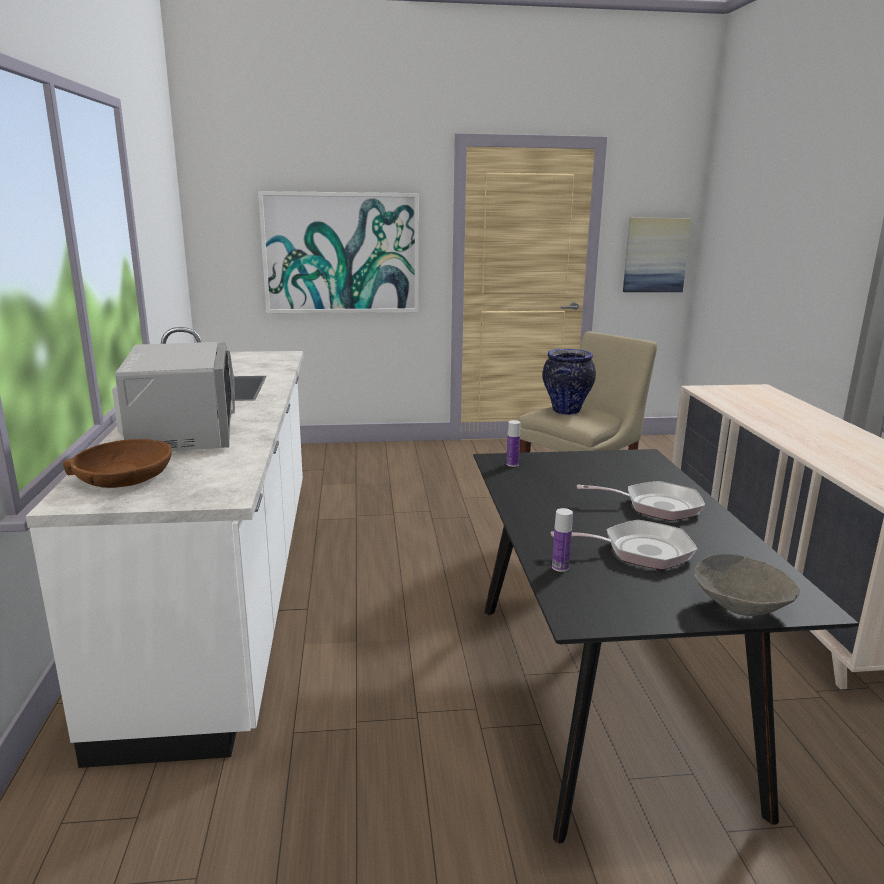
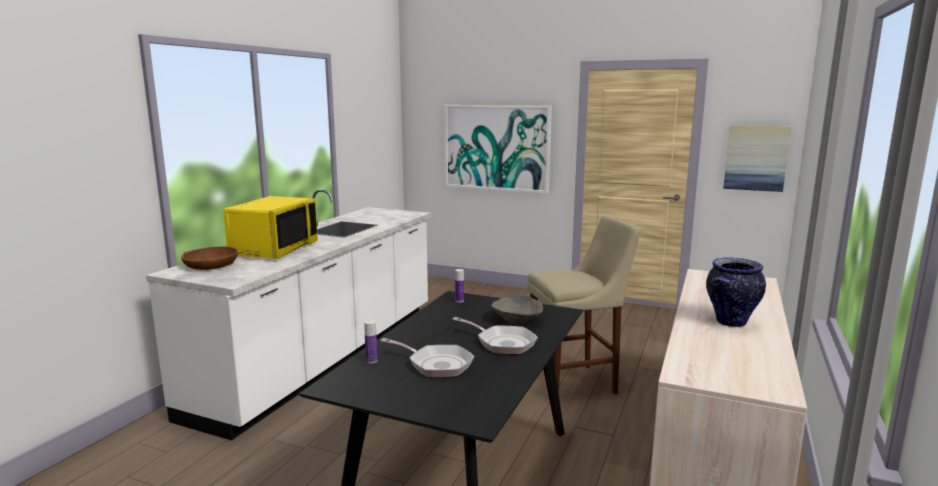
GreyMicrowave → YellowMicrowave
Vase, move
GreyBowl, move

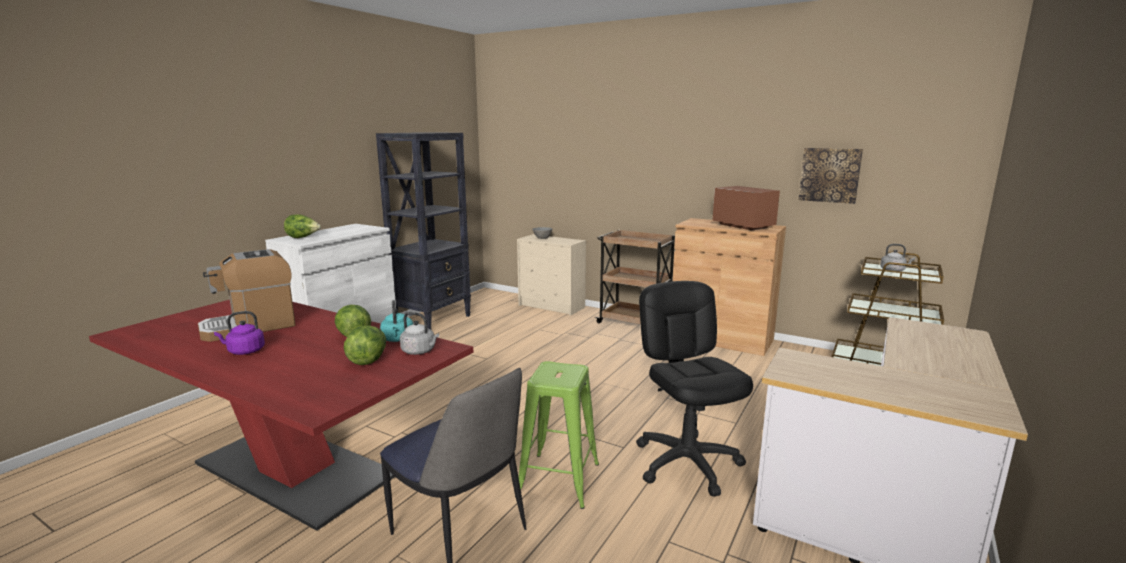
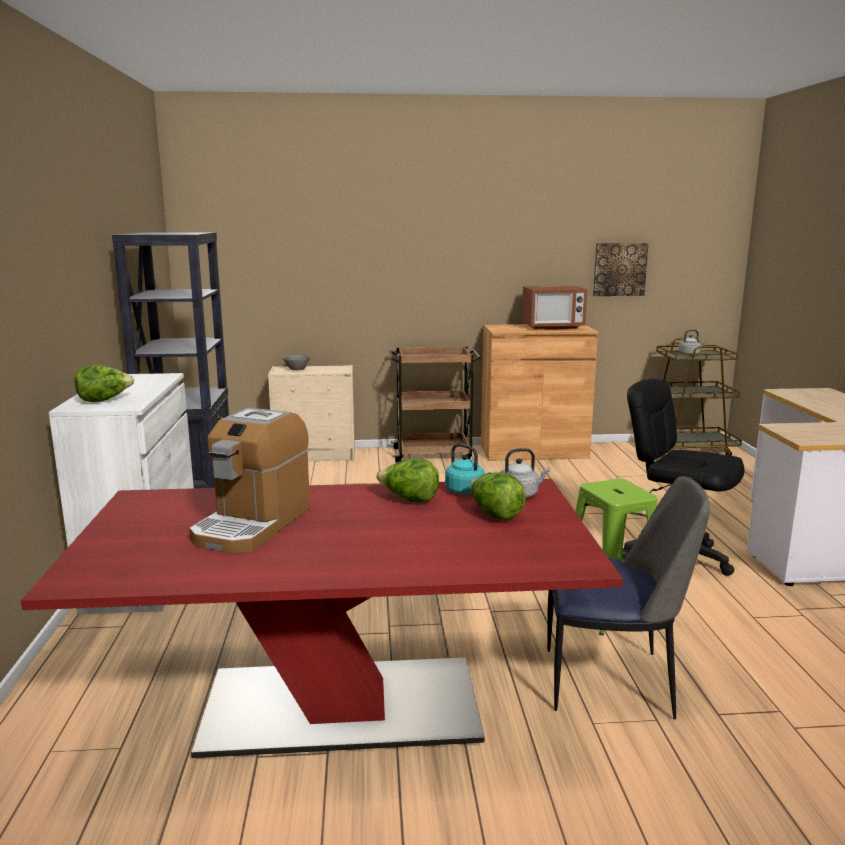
PurpleKettle → -
Microwave, 150 degrees clockwise

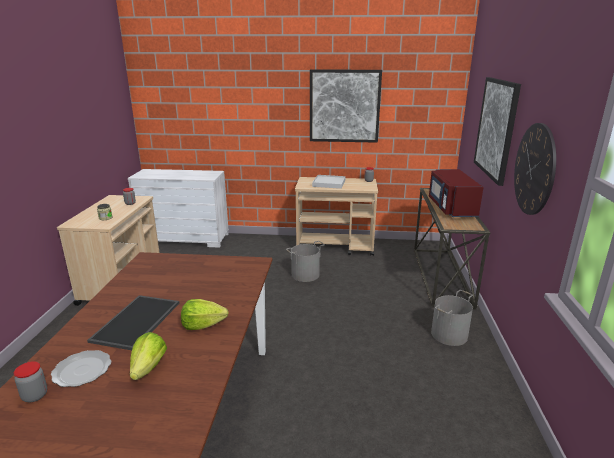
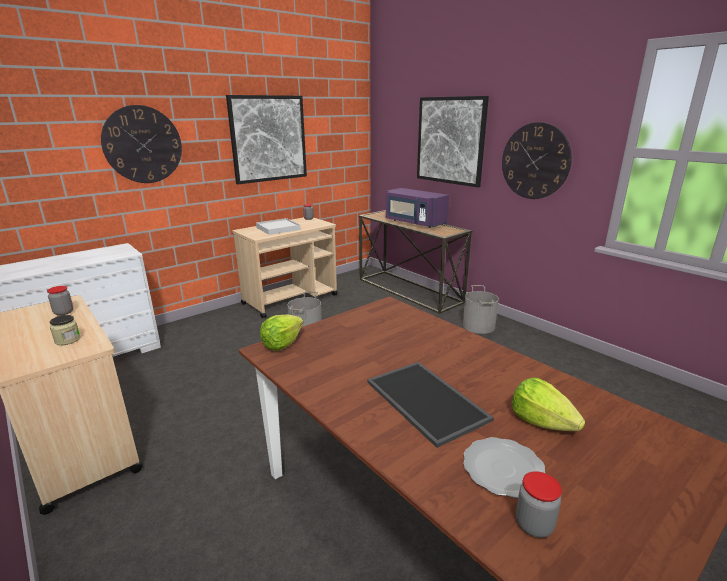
Lettuce (2nd from left in the first image) → Lettuce (1st from left), move
RedMicrowave → PurpleMicrowave
- → WallClock (1st from left)

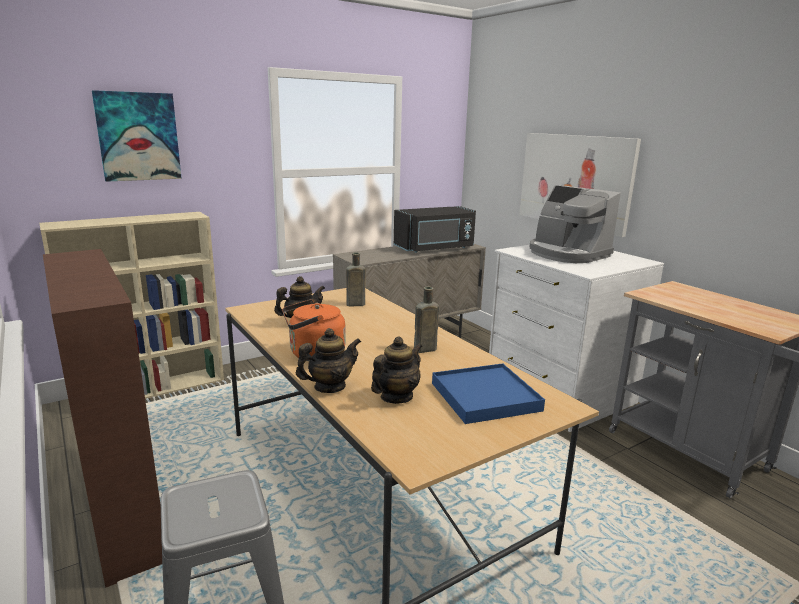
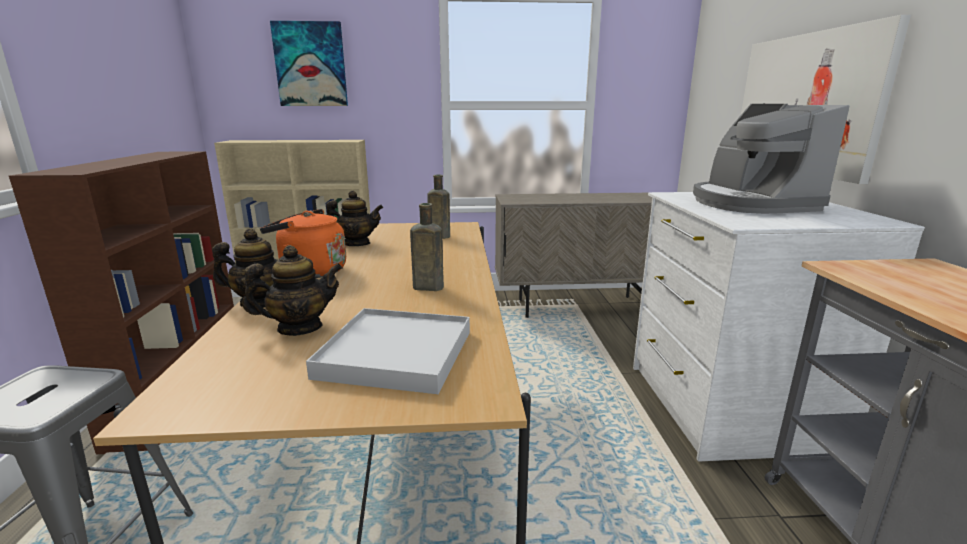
BlackMicrowave → -
BlueTray → WhiteTray

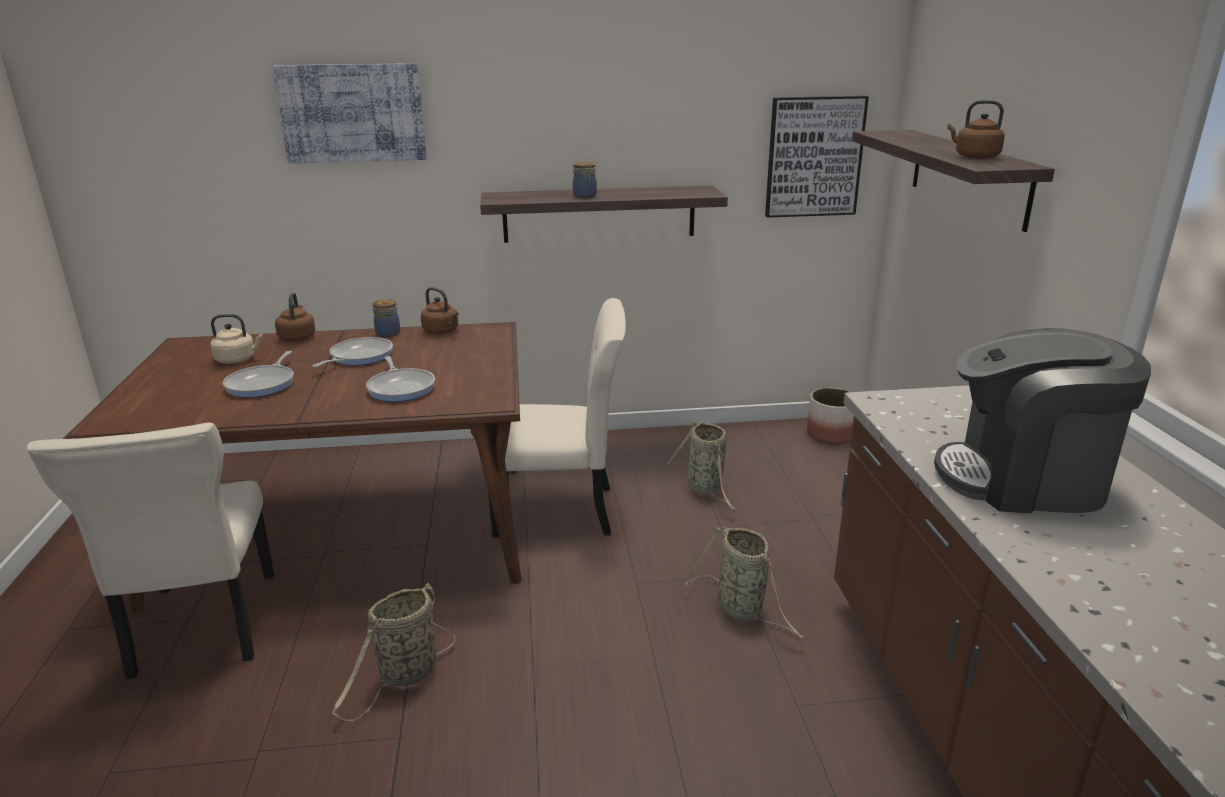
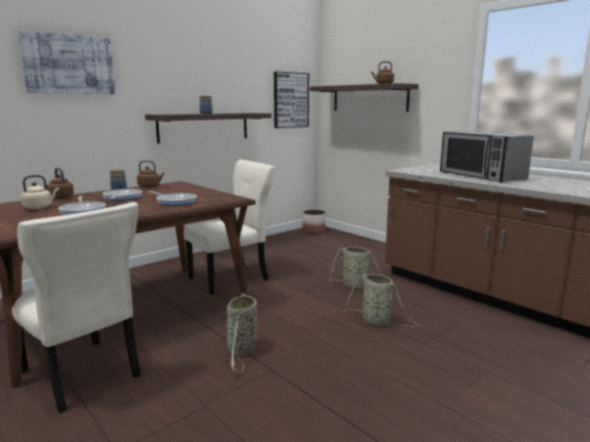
Basket (2nd from left in the first image) → Basket (3rd from left), move
CoffeeMachine → Microwave

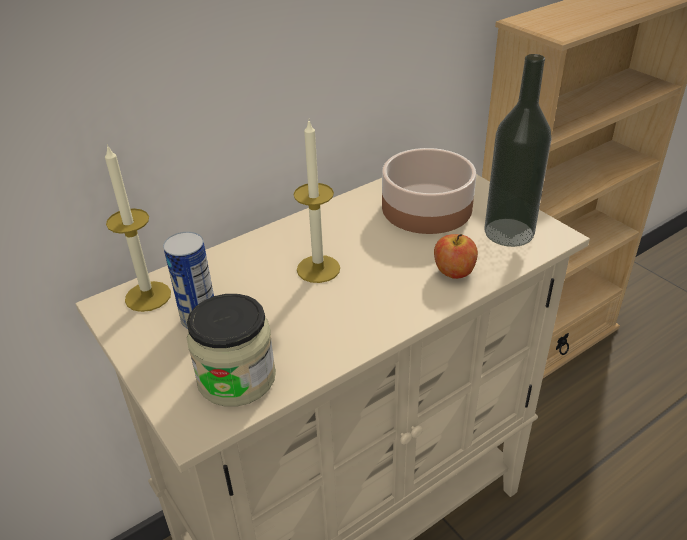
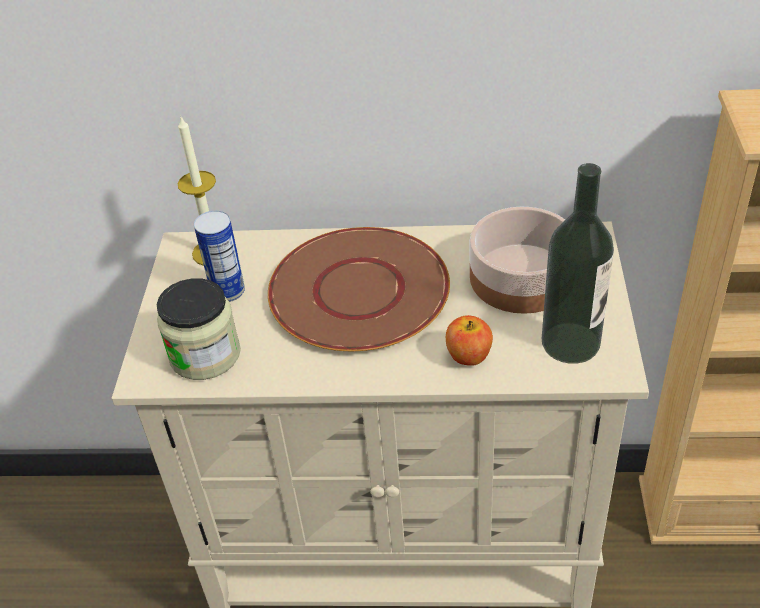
Candle (2nd from left) → BrownPlate

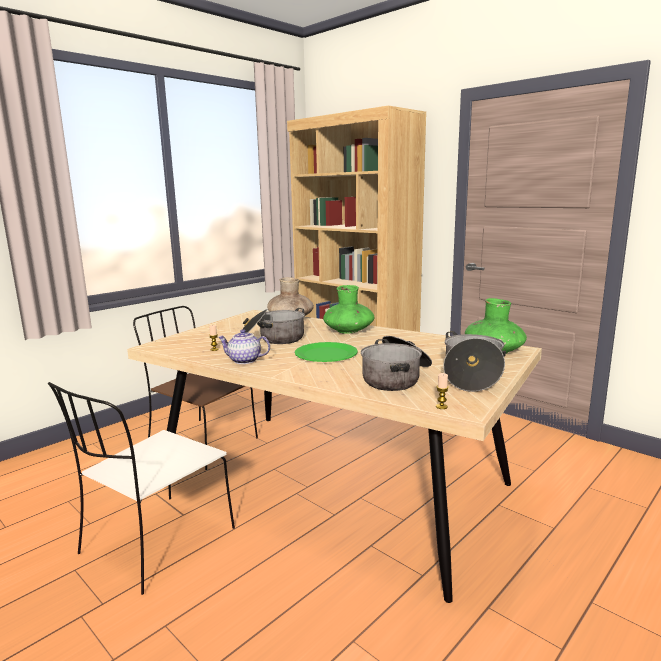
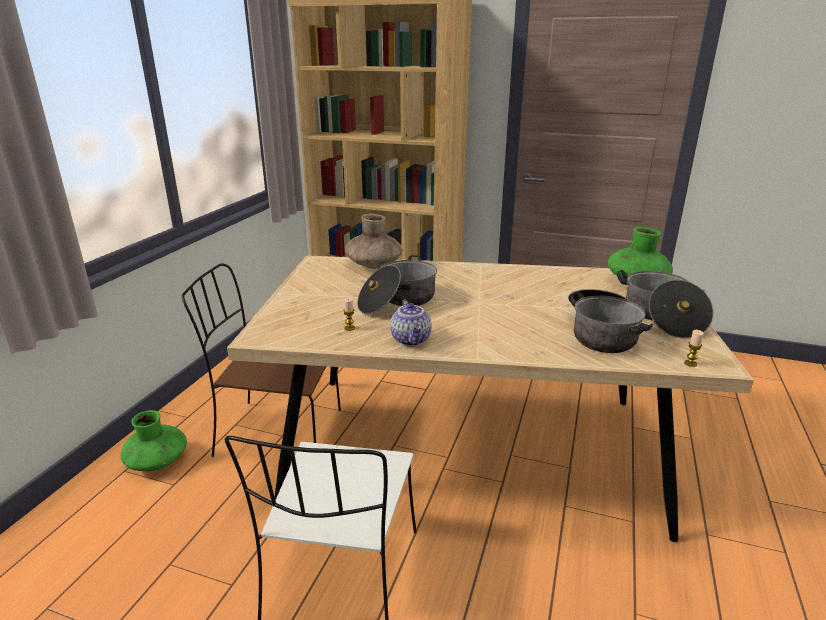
Teapot, 90 degrees counterclockwise
GreenPlate → -
GreenVase (1st from left), move

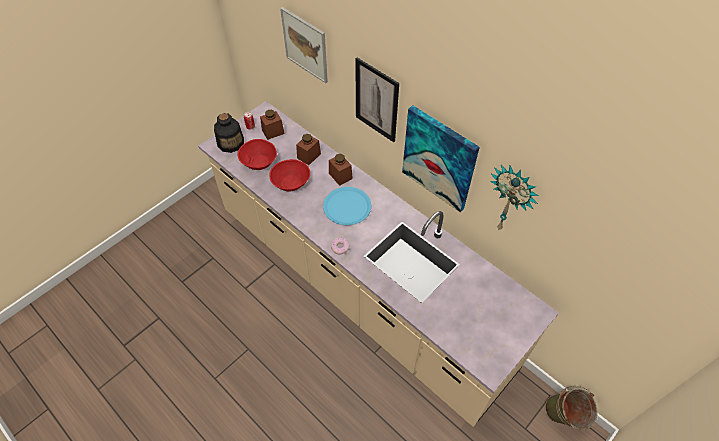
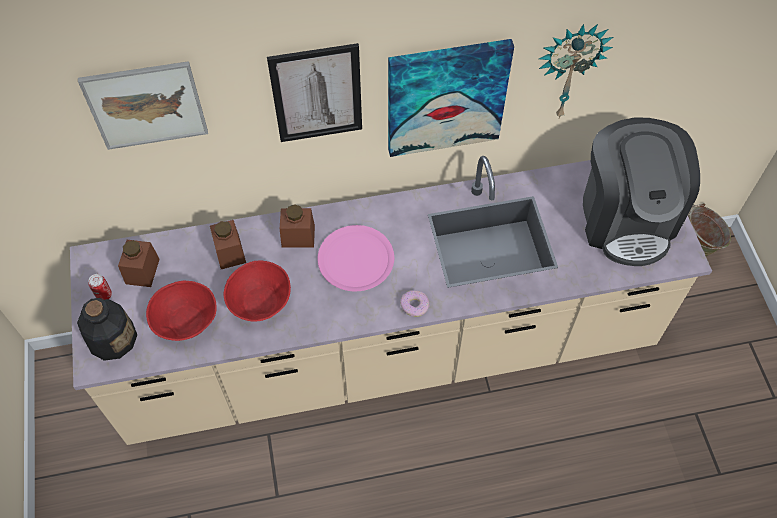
BluePlate → PinkPlate
- → CoffeeMachine

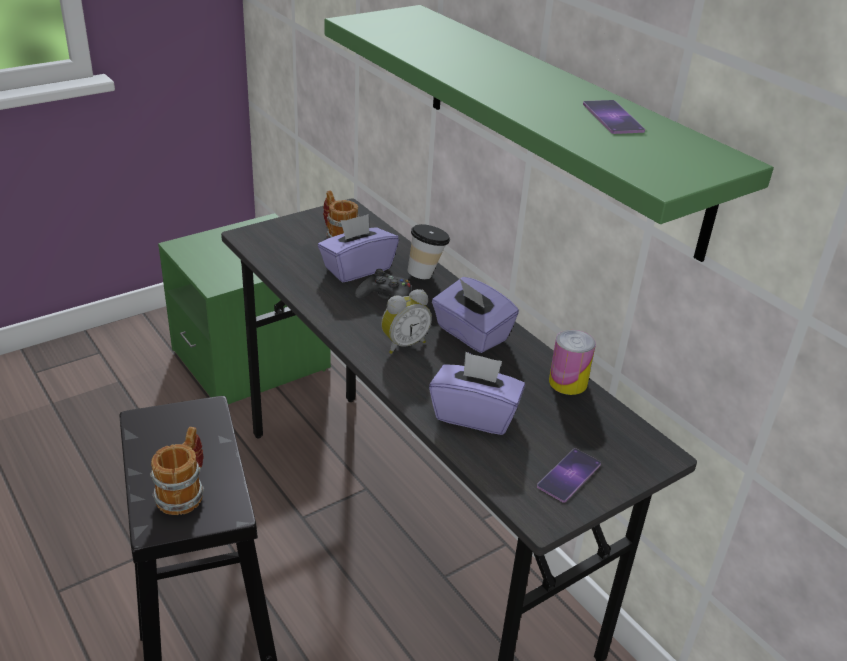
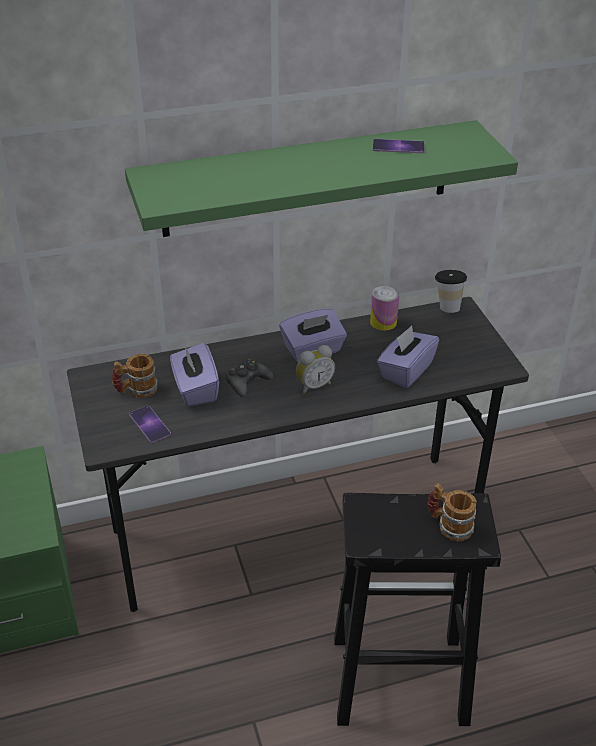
AlarmClock, 75 degrees clockwise
Cup, move
Phone (1st from left), move

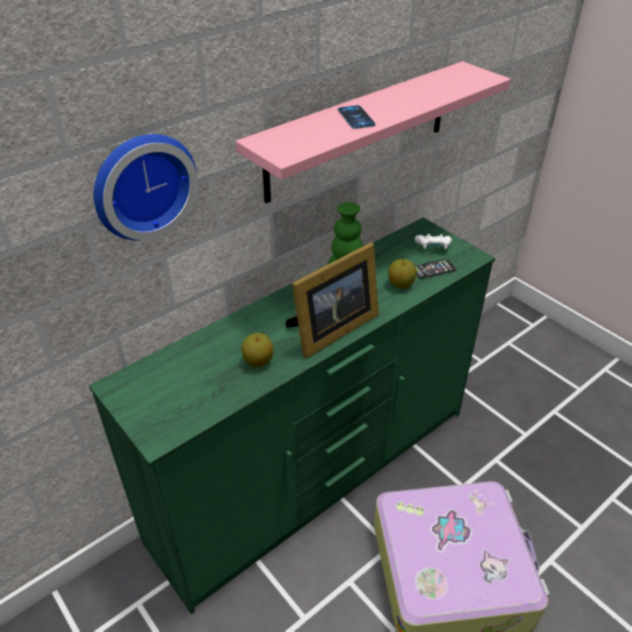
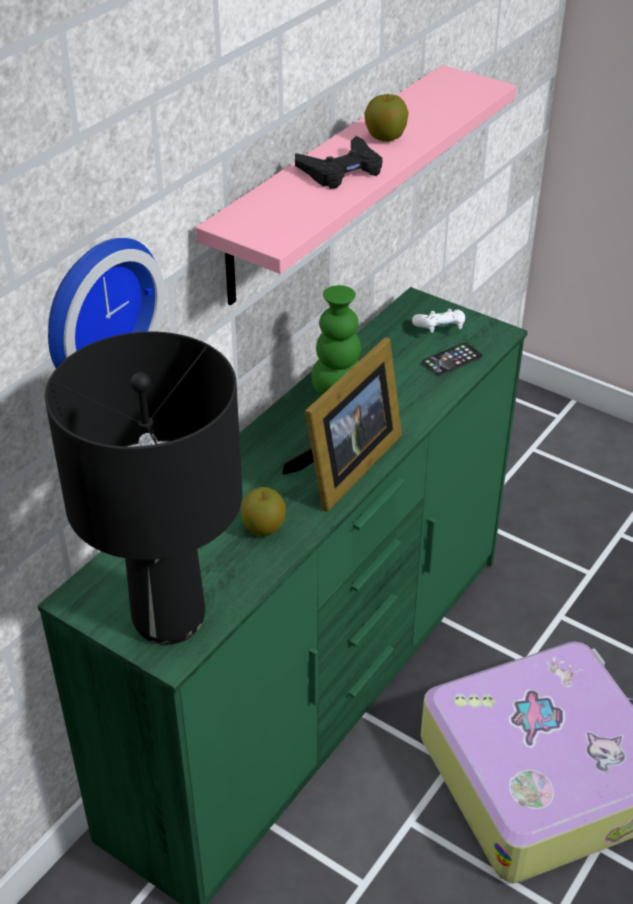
Phone (1st from left) → BlackGameController
Apple (2nd from left), move
- → BlackTableLamp

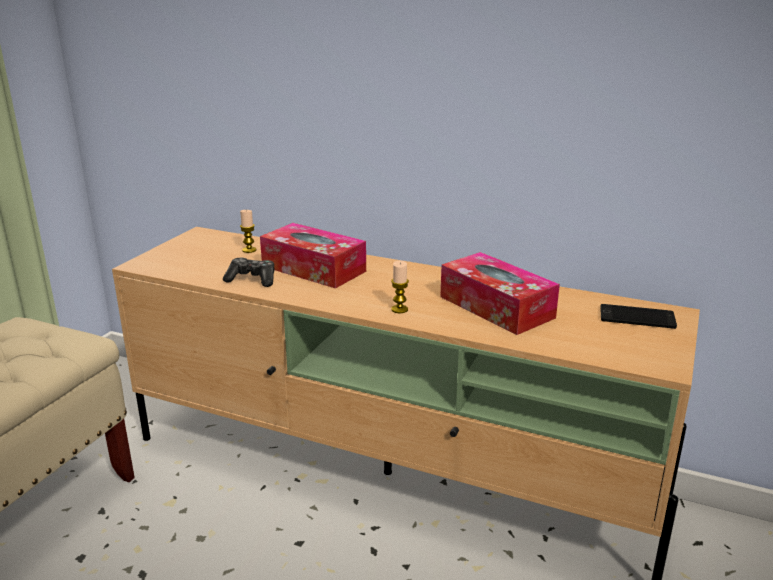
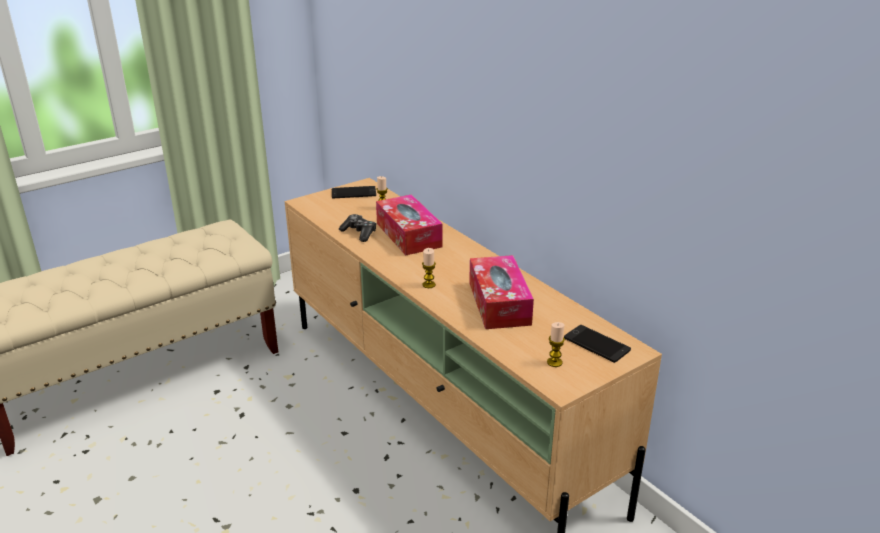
- → Phone (1st from left)
- → Candle (3rd from left)

